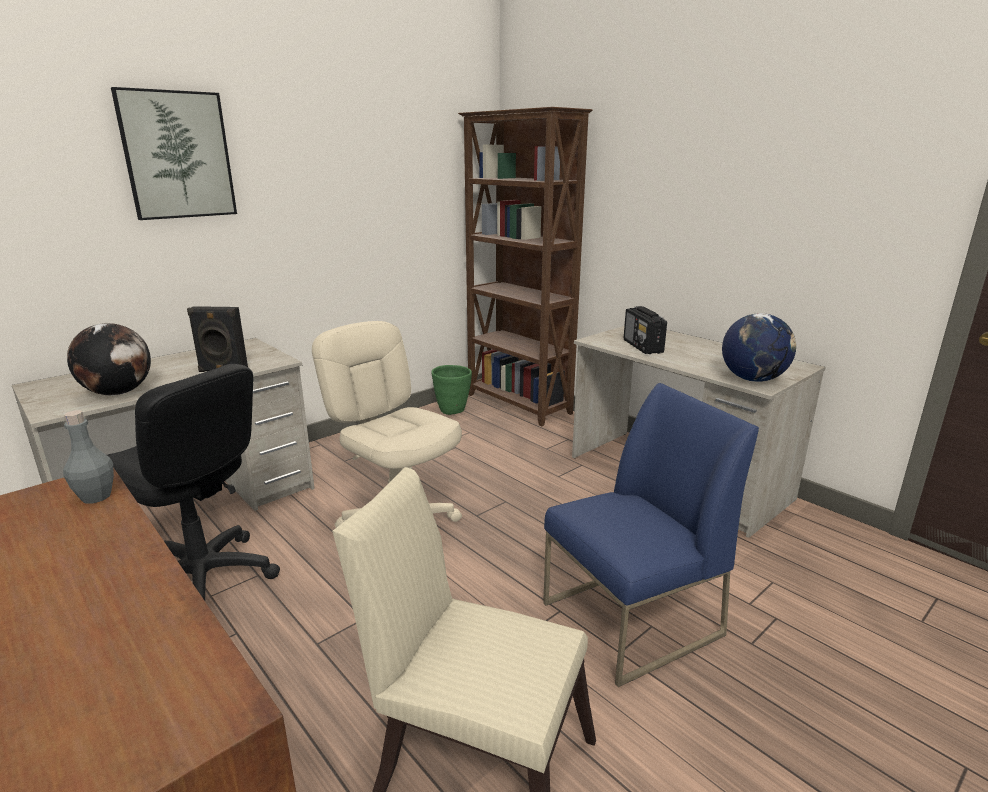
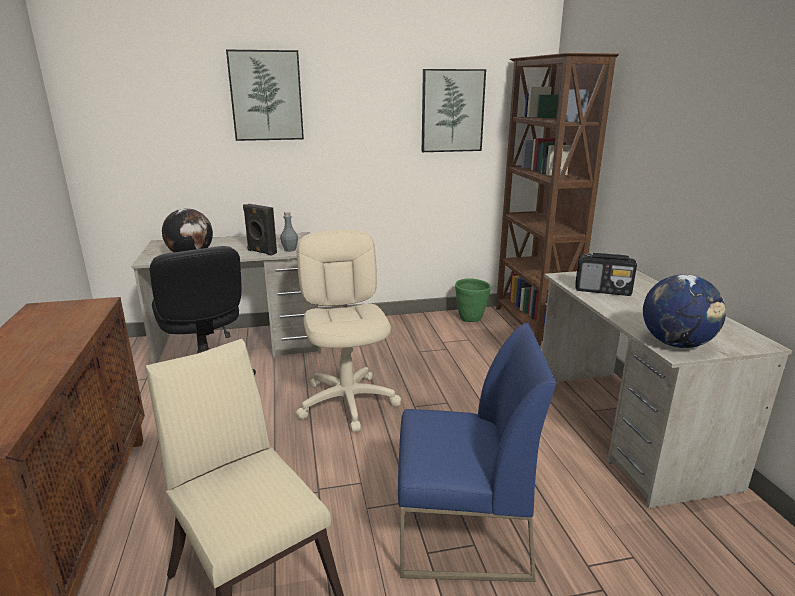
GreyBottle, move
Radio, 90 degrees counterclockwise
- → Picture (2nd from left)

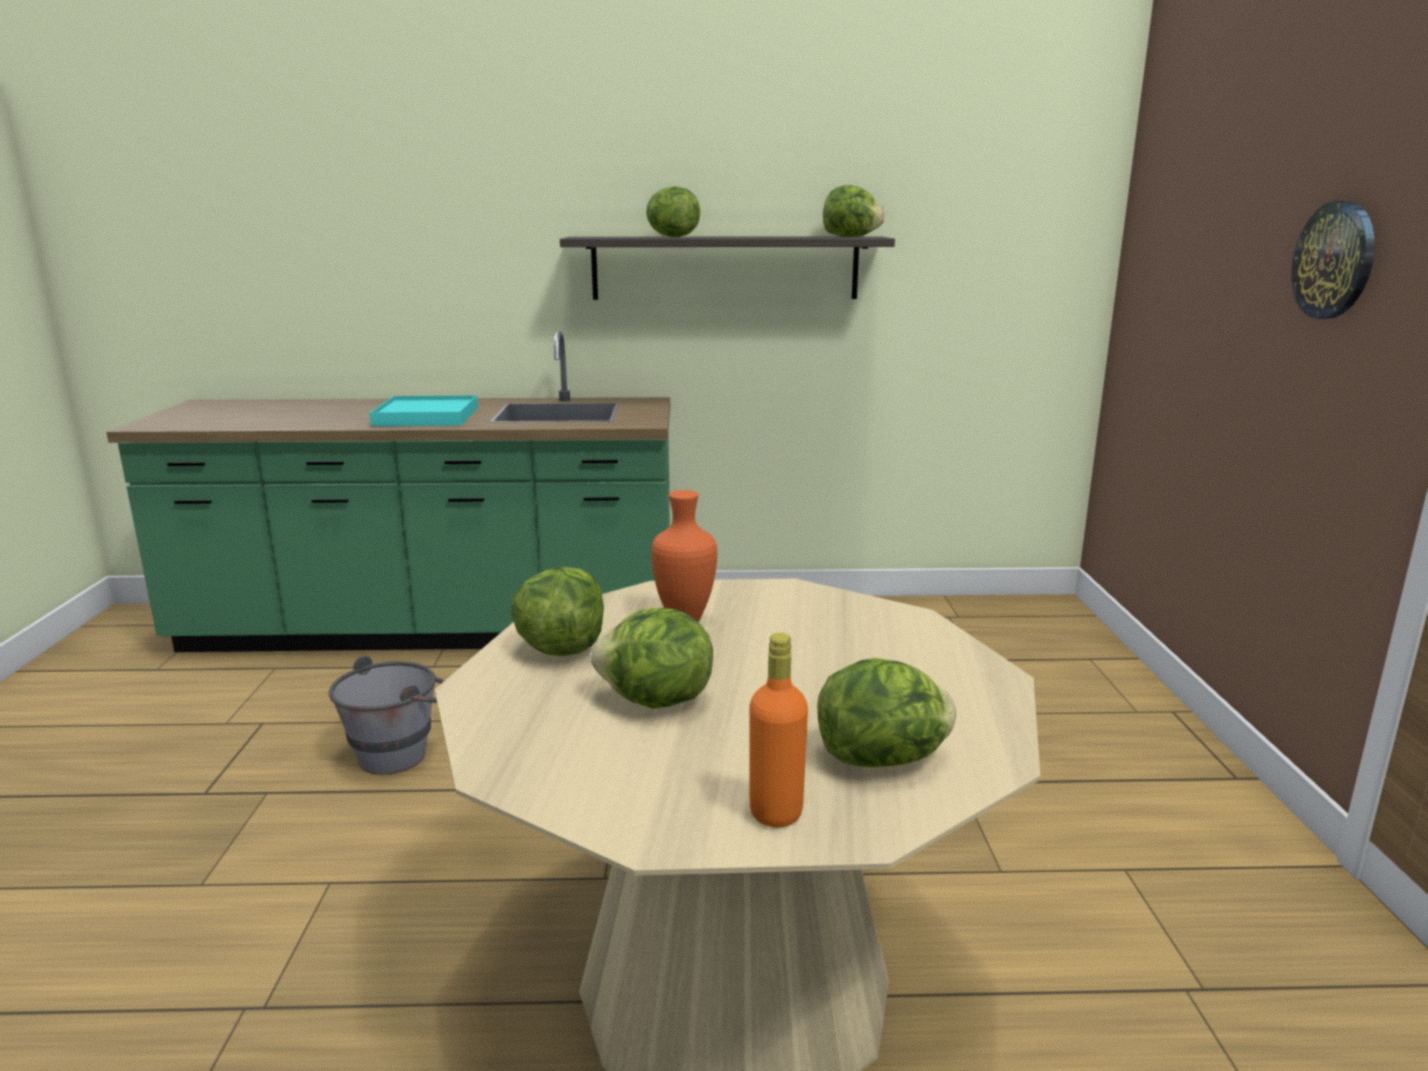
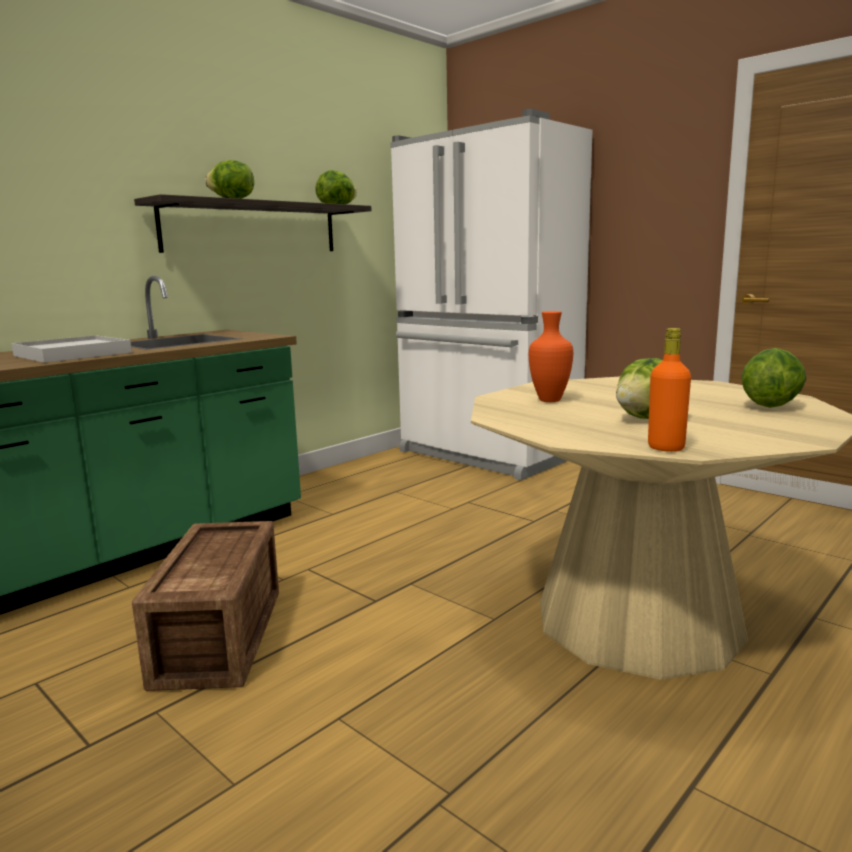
GreyBucket → Crate
TurquoiseTray → WhiteTray
Lettuce (1st from left) → -
OrangeBottle, move
WallClock → -
- → WhiteFridge

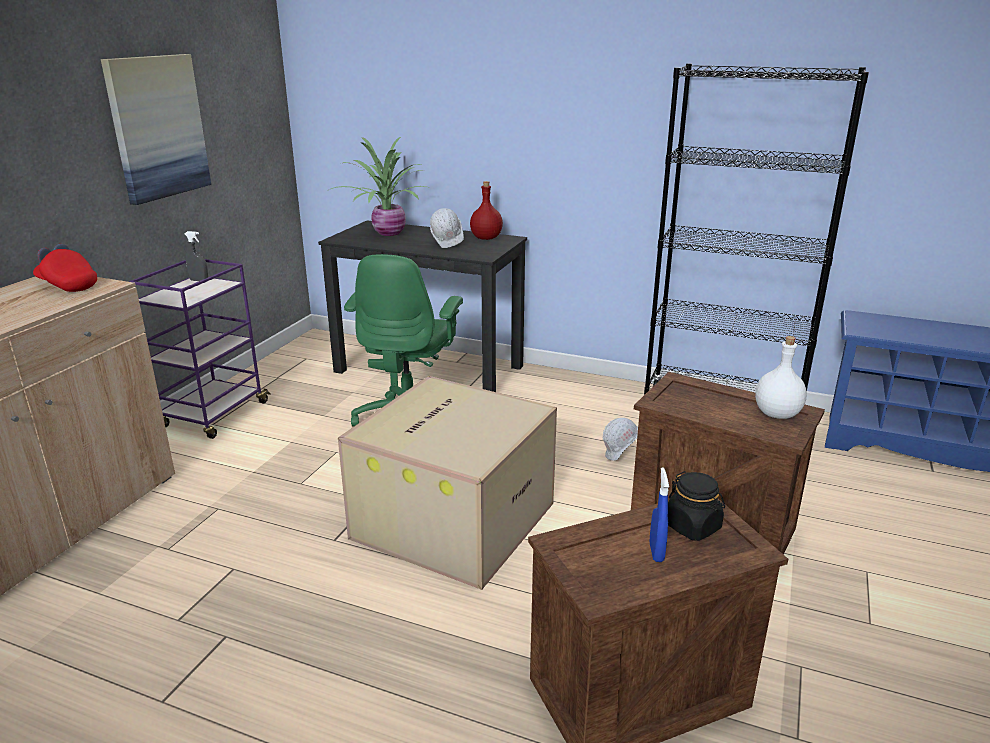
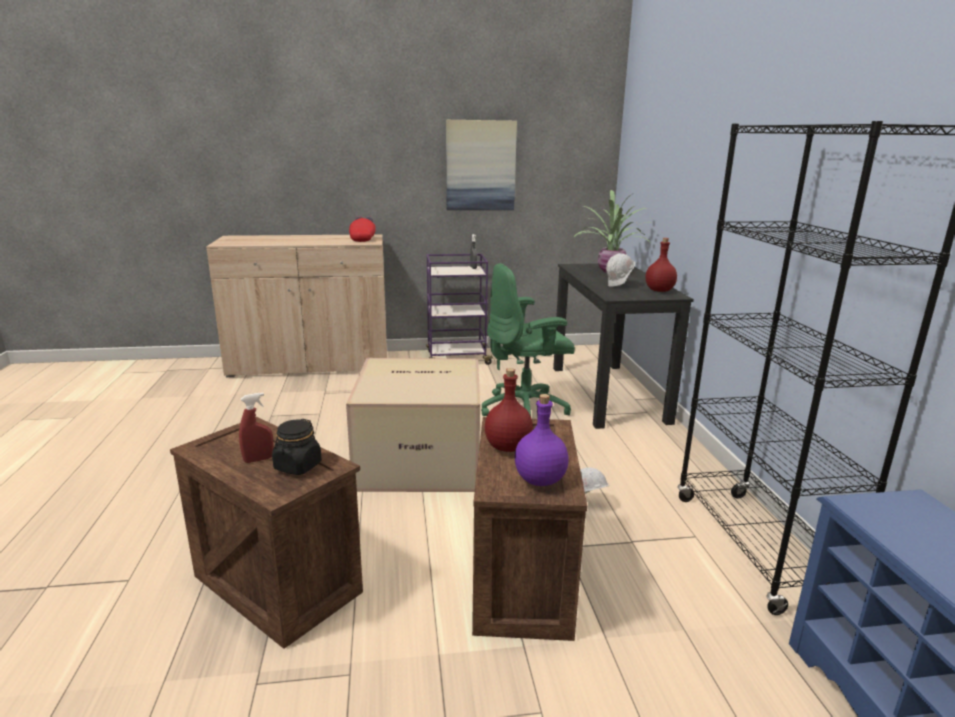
BlueSprayBottle → RedSprayBottle
WhiteBottle → PurpleBottle
- → RedBottle (1st from left)

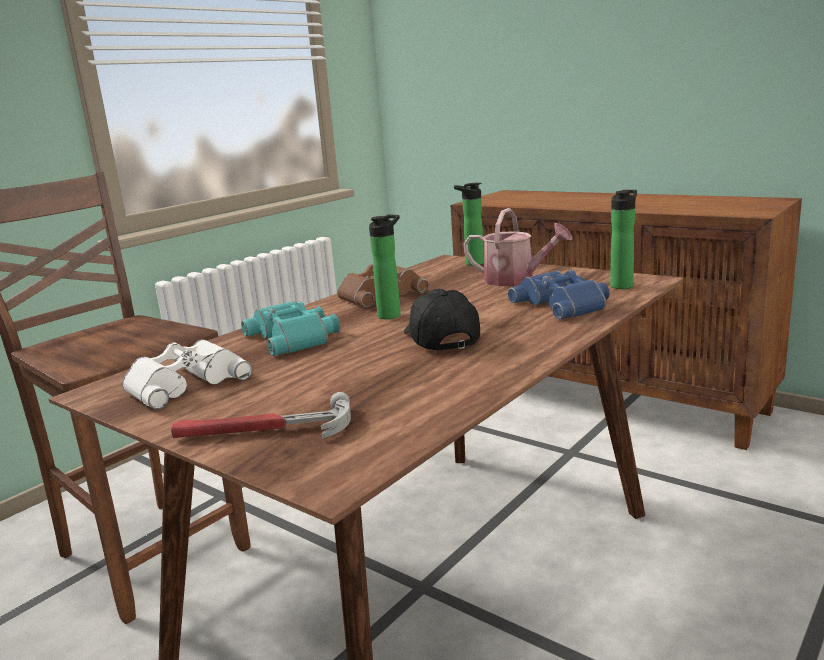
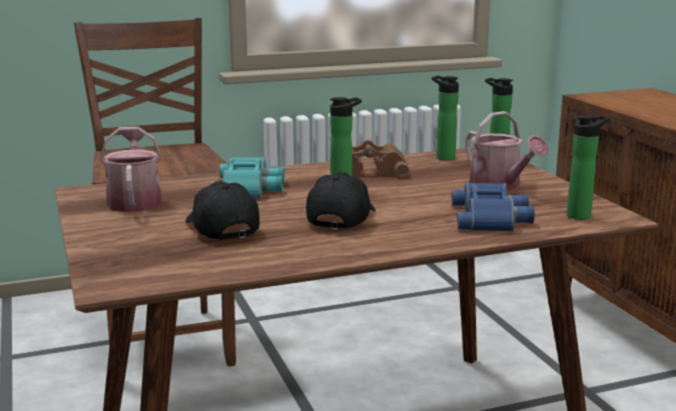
WhiteBinoculars → WateringCan (1st from left)
Hammer → -
- → BlackCap (1st from left)
- → Bottle (2nd from left)

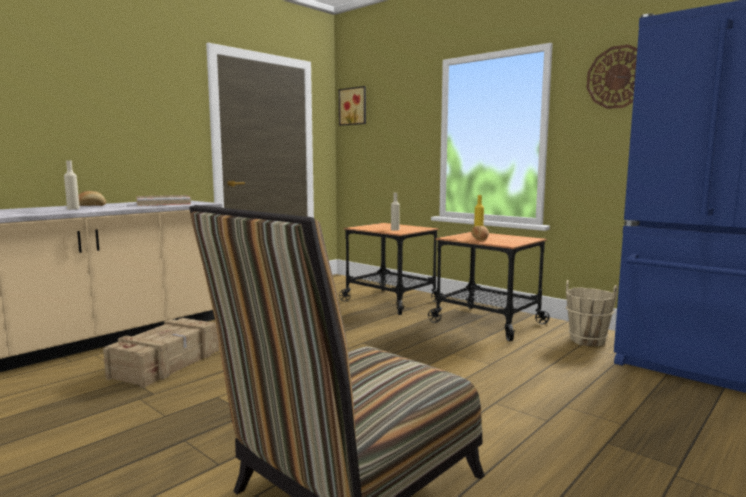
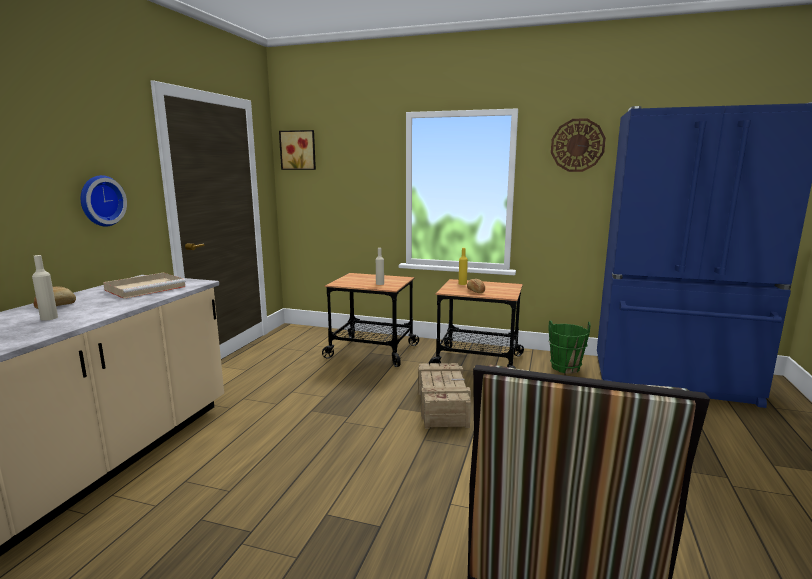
Crate, move
BeigeBucket → GreenBucket
- → WallClock (1st from left)

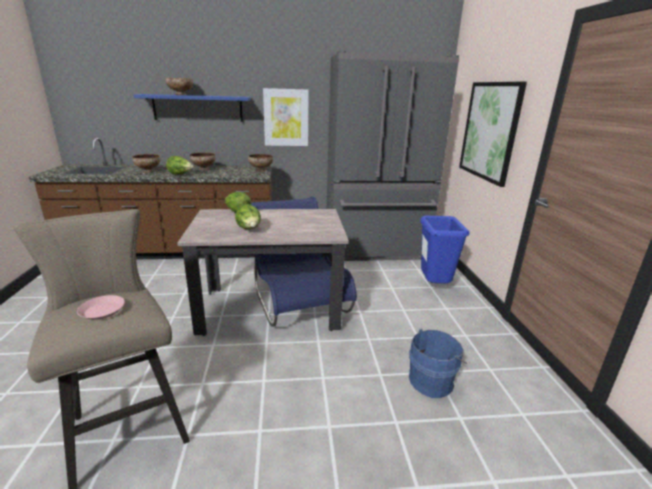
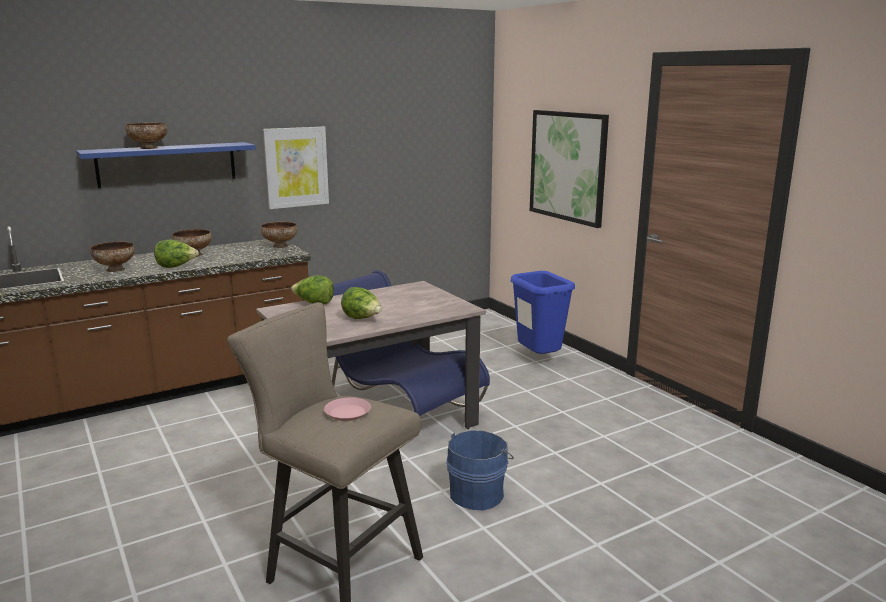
GreyFridge → -
BlueBucket, move

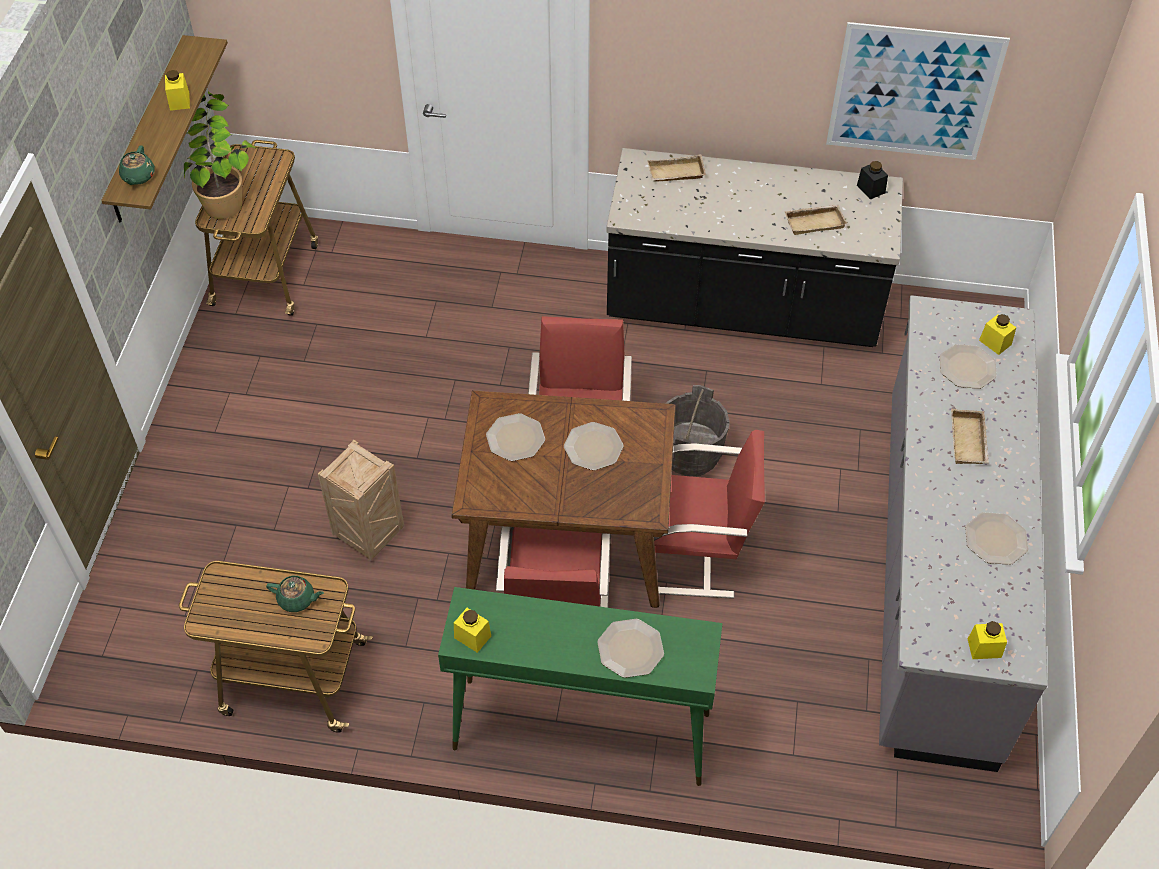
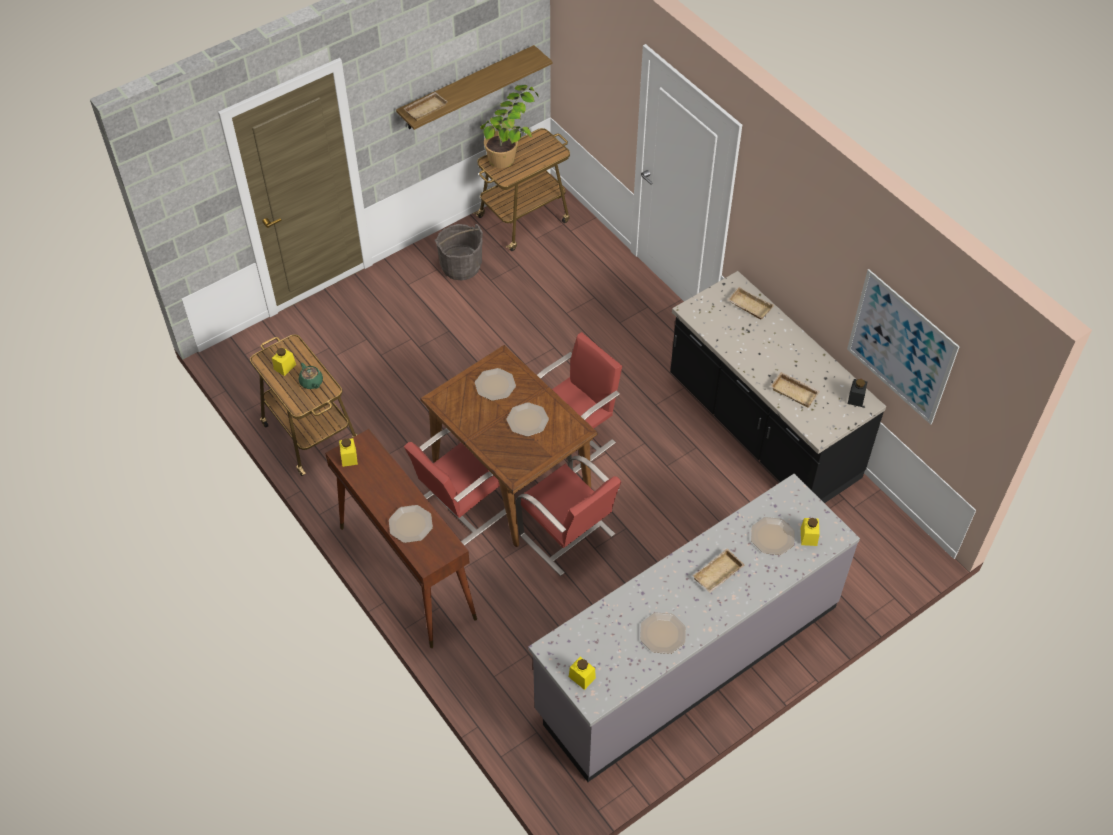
GreenTeapot (1st from left) → BeigeTray (1st from left)
YellowJar (1st from left), move
Crate → -
GreenConsoleTable → BrownConsoleTable
GreyBucket, move

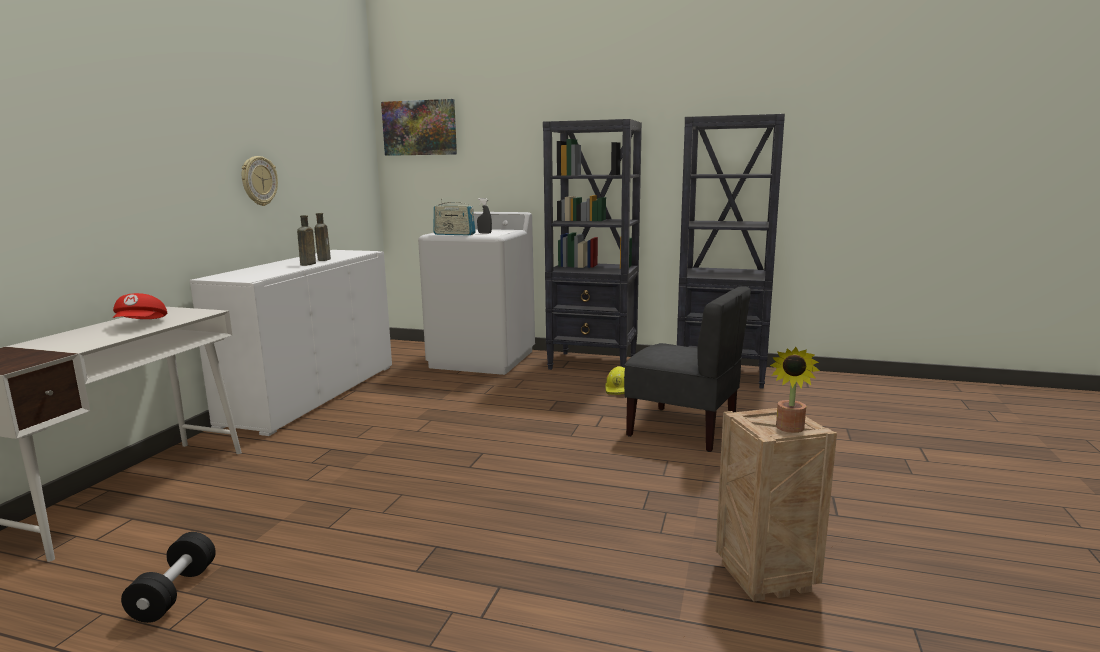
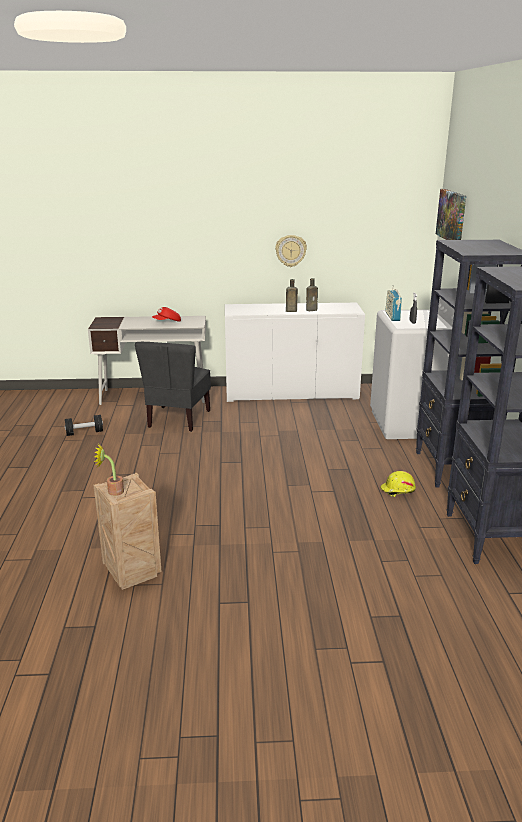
GreyChair, move

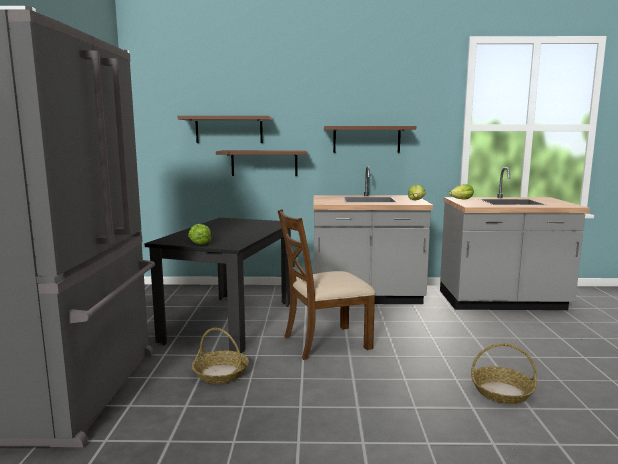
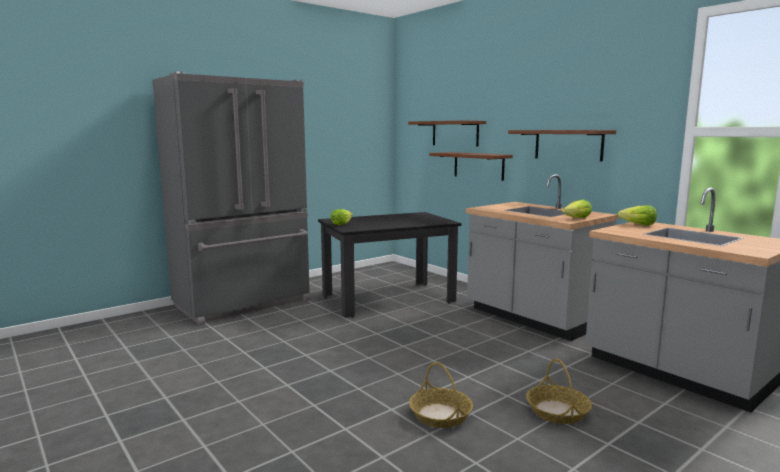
Basket (1st from left in the first image) → Basket (2nd from left), move
BrownChair → -

